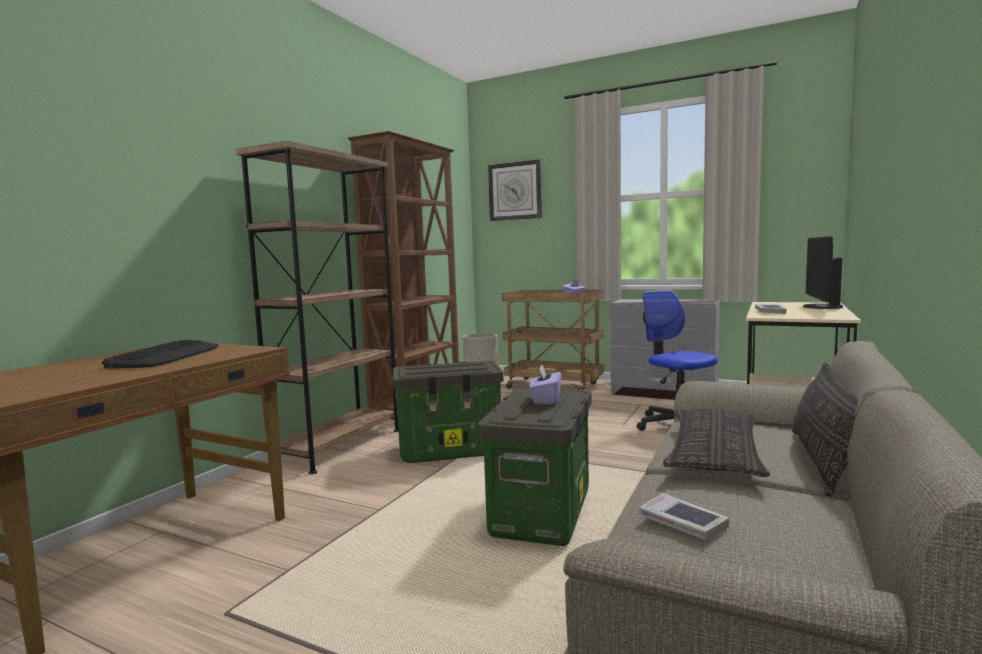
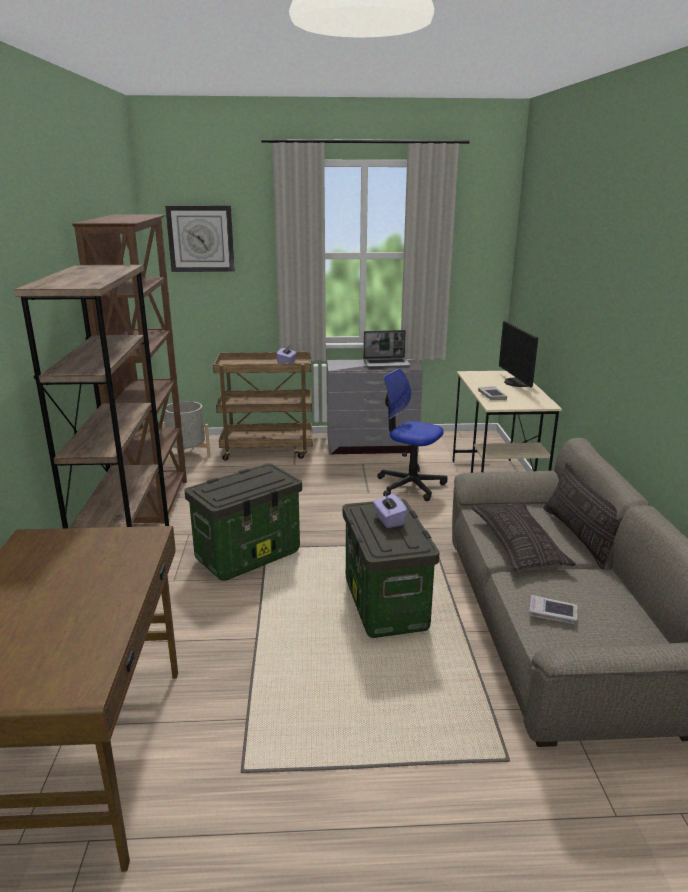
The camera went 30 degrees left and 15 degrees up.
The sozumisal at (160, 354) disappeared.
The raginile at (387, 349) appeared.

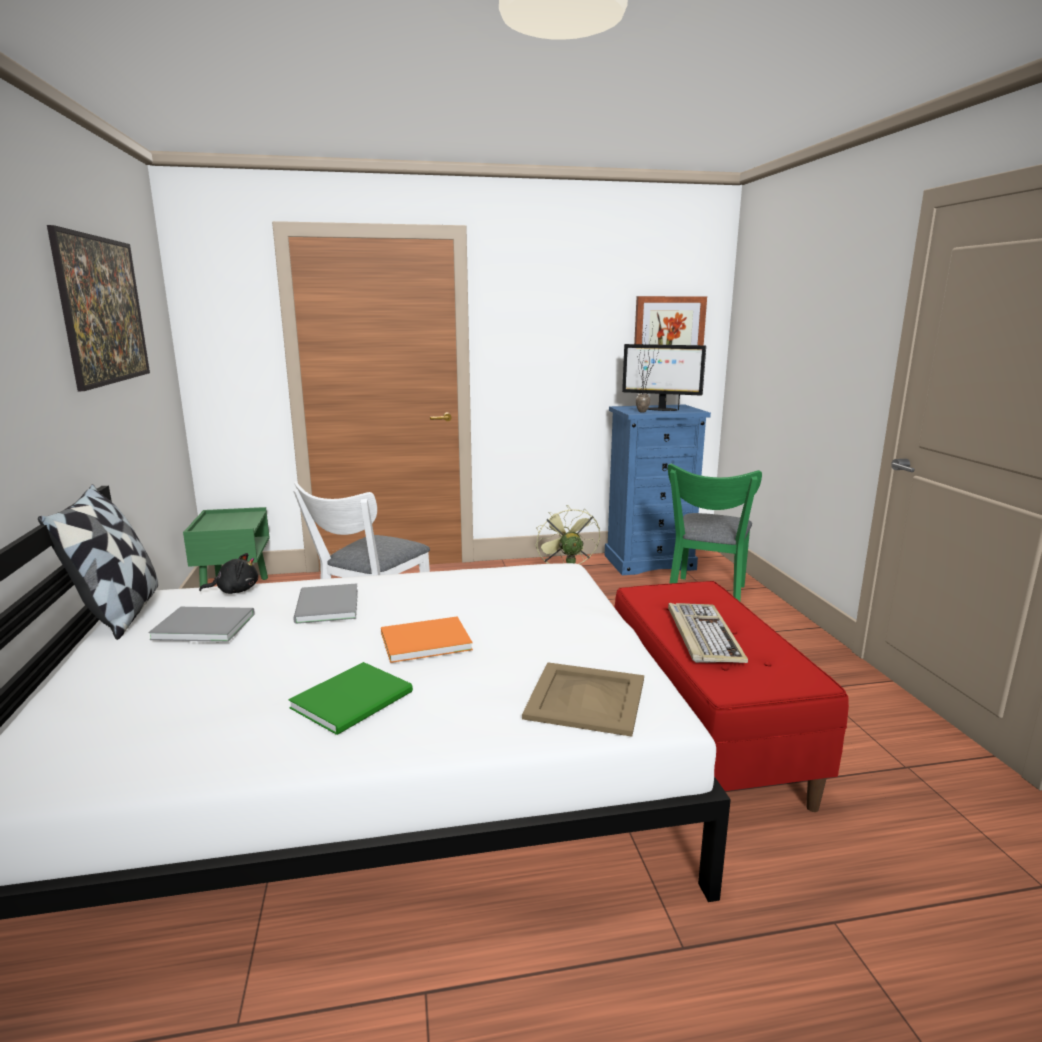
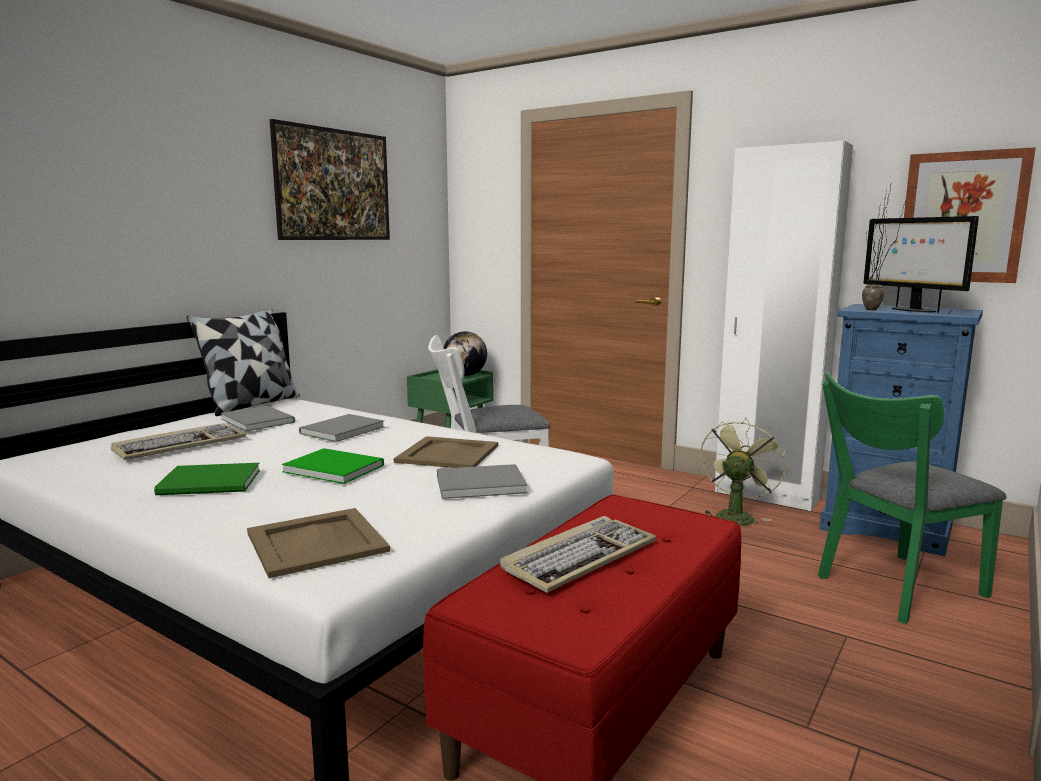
The camera went 45 degrees right and 5 degrees down.
The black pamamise at (228, 573) disappeared.
The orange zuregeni at (427, 639) became the green zuregeni at (333, 466).
The sozumisal at (178, 441) appeared.
The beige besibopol at (446, 452) appeared.
The grey zuregeni at (482, 481) appeared.
The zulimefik at (465, 353) appeared.
The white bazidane at (784, 326) appeared.

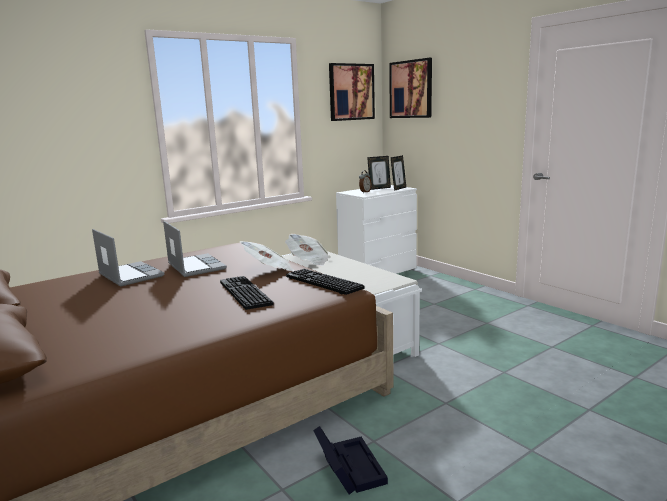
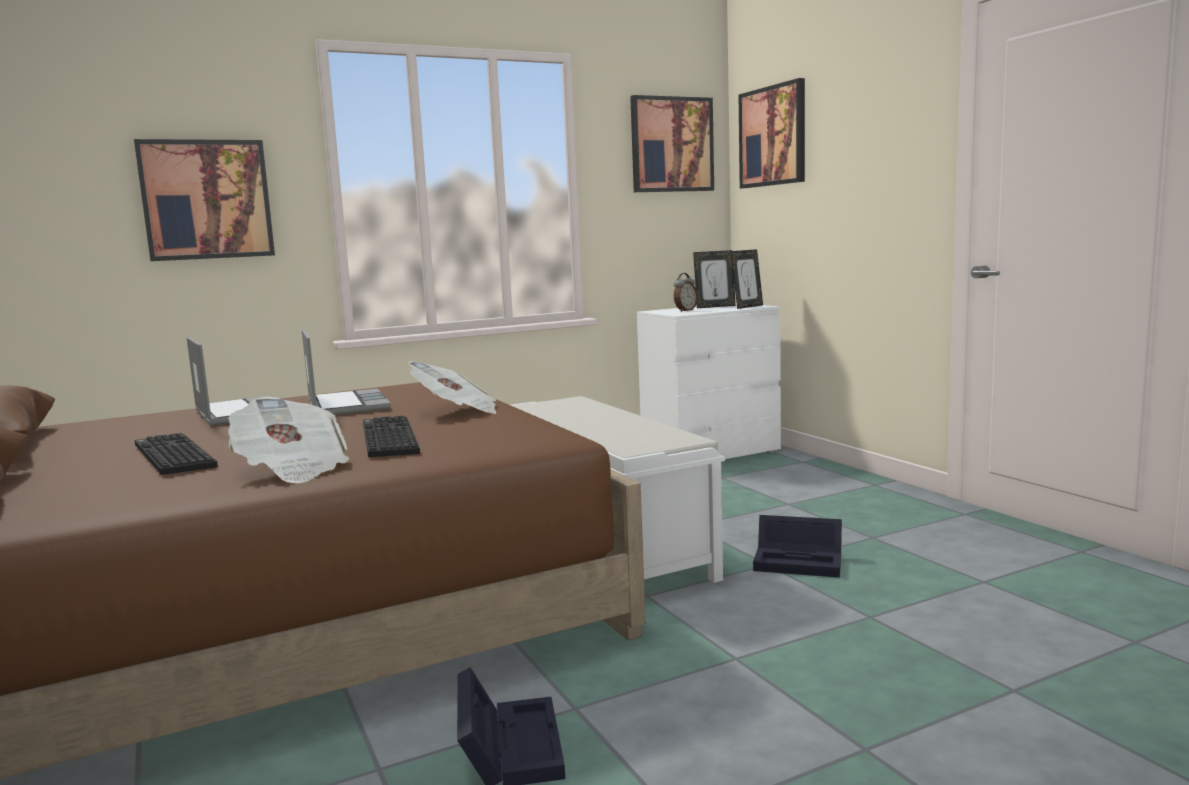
The camera went 10 degrees right and 5 degrees down.
The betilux moved from (308, 250) to (288, 440).
The sozumisal moved from (325, 282) to (176, 454).
The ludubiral at (204, 200) appeared.
The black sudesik at (797, 546) appeared.

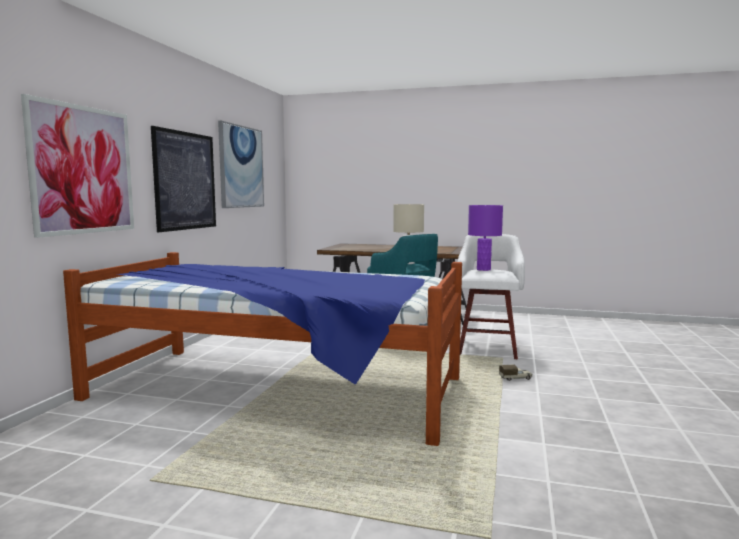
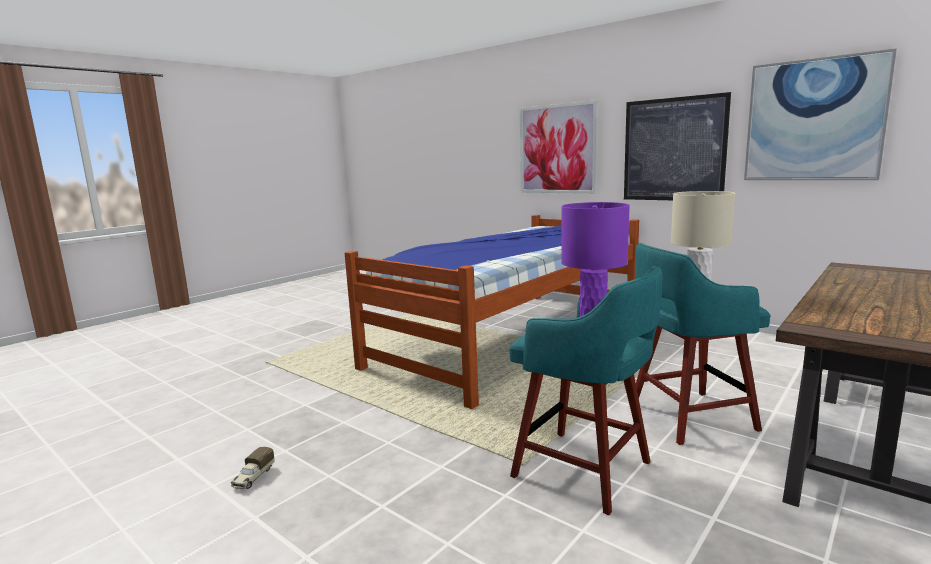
The camera went 115 degrees right and 5 degrees up.
The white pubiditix at (491, 296) became the turquoise pubiditix at (586, 390).
The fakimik moved from (515, 373) to (253, 468).

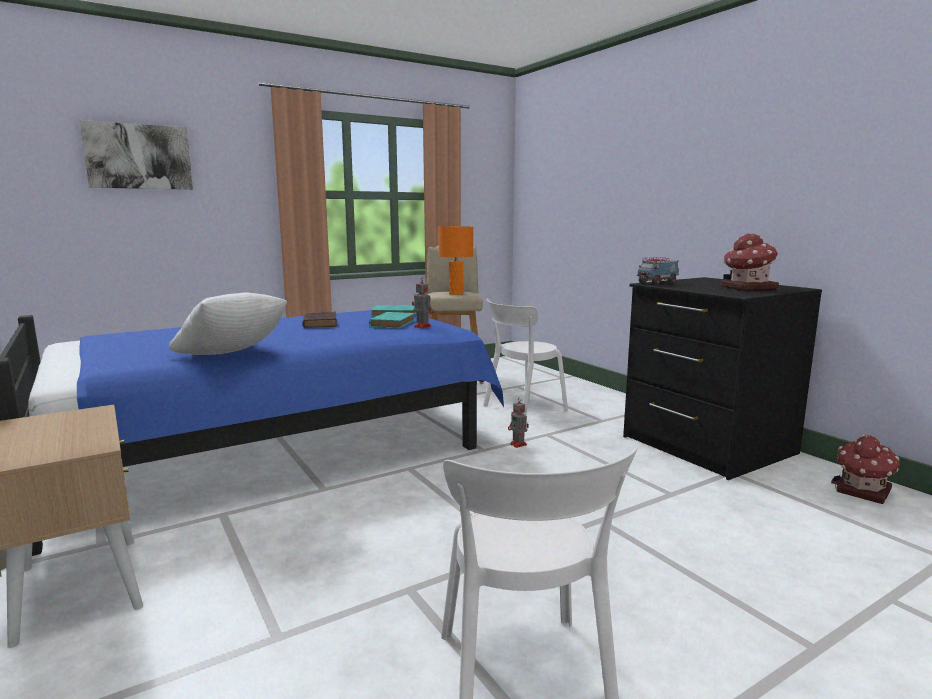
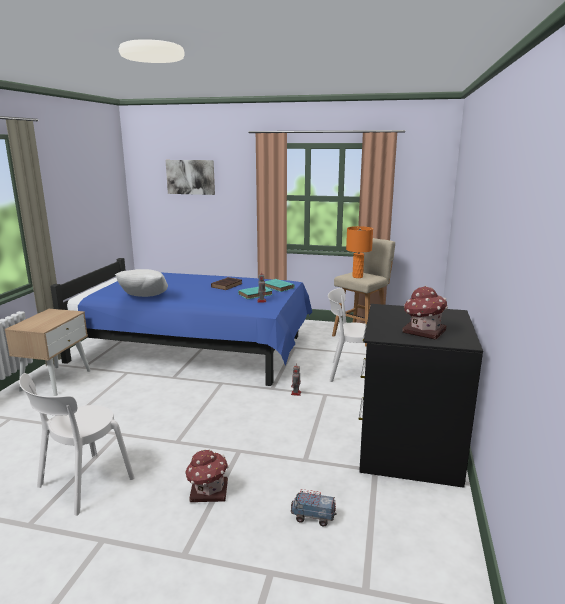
The camera went 45 degrees right and 5 degrees up.
The fakimik moved from (658, 271) to (313, 508).
The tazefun moved from (865, 469) to (207, 475).

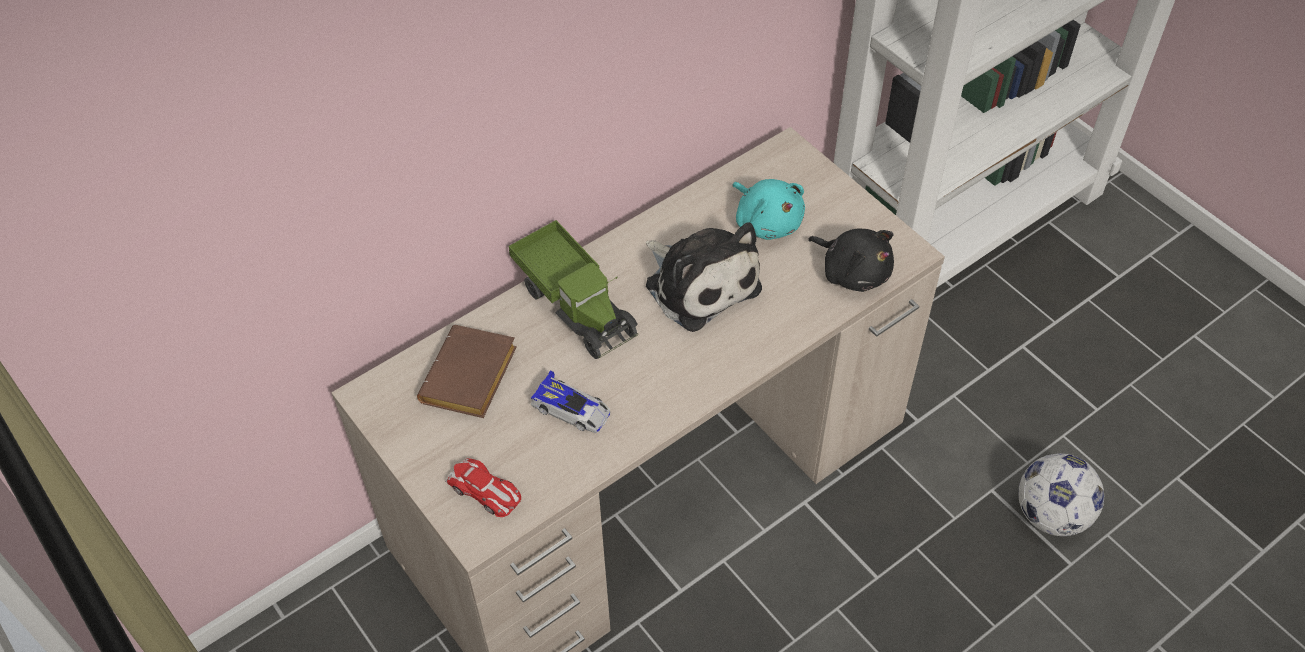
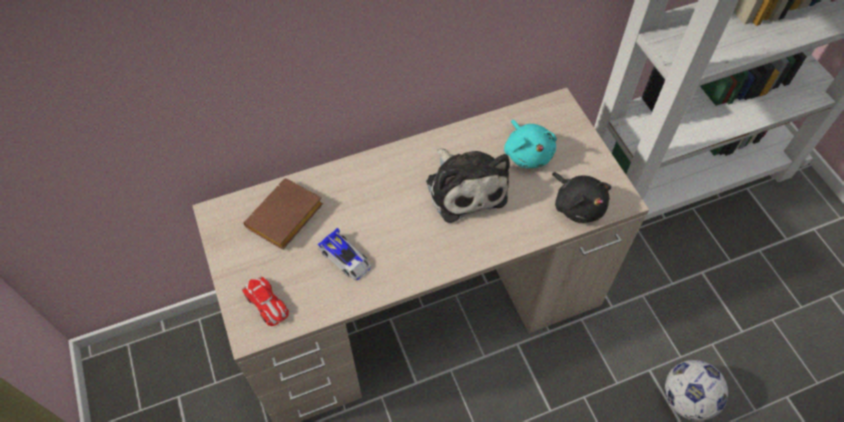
The camera went 15 degrees right and 5 degrees up.
The fakimik at (573, 289) disappeared.

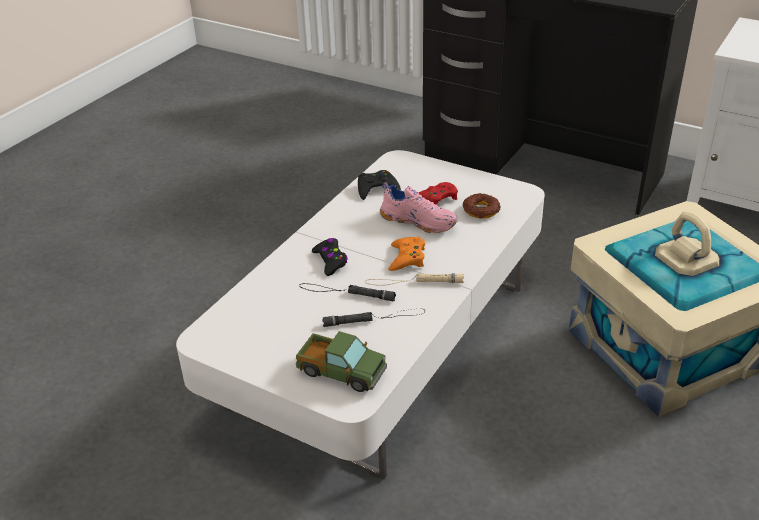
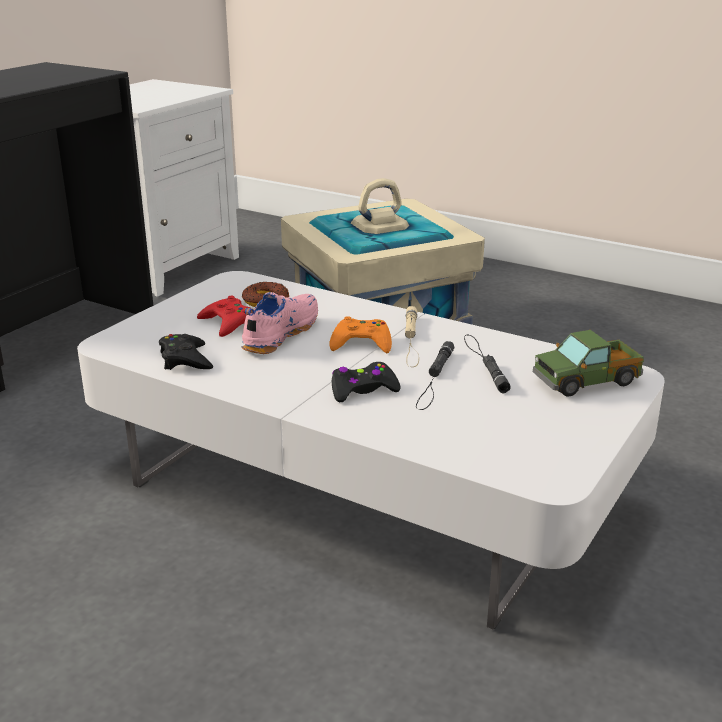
The camera went 90 degrees left and 10 degrees down.
The fakimik at (341, 361) turned 135 degrees counterclockwise.

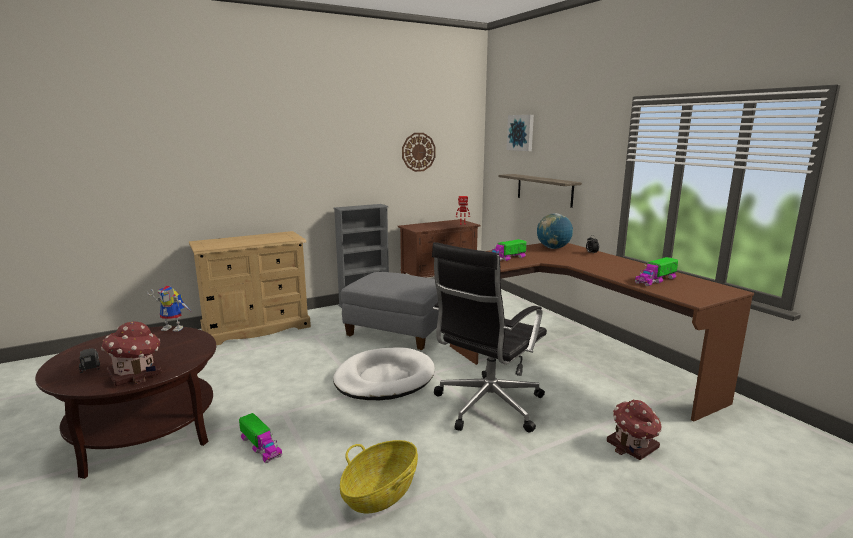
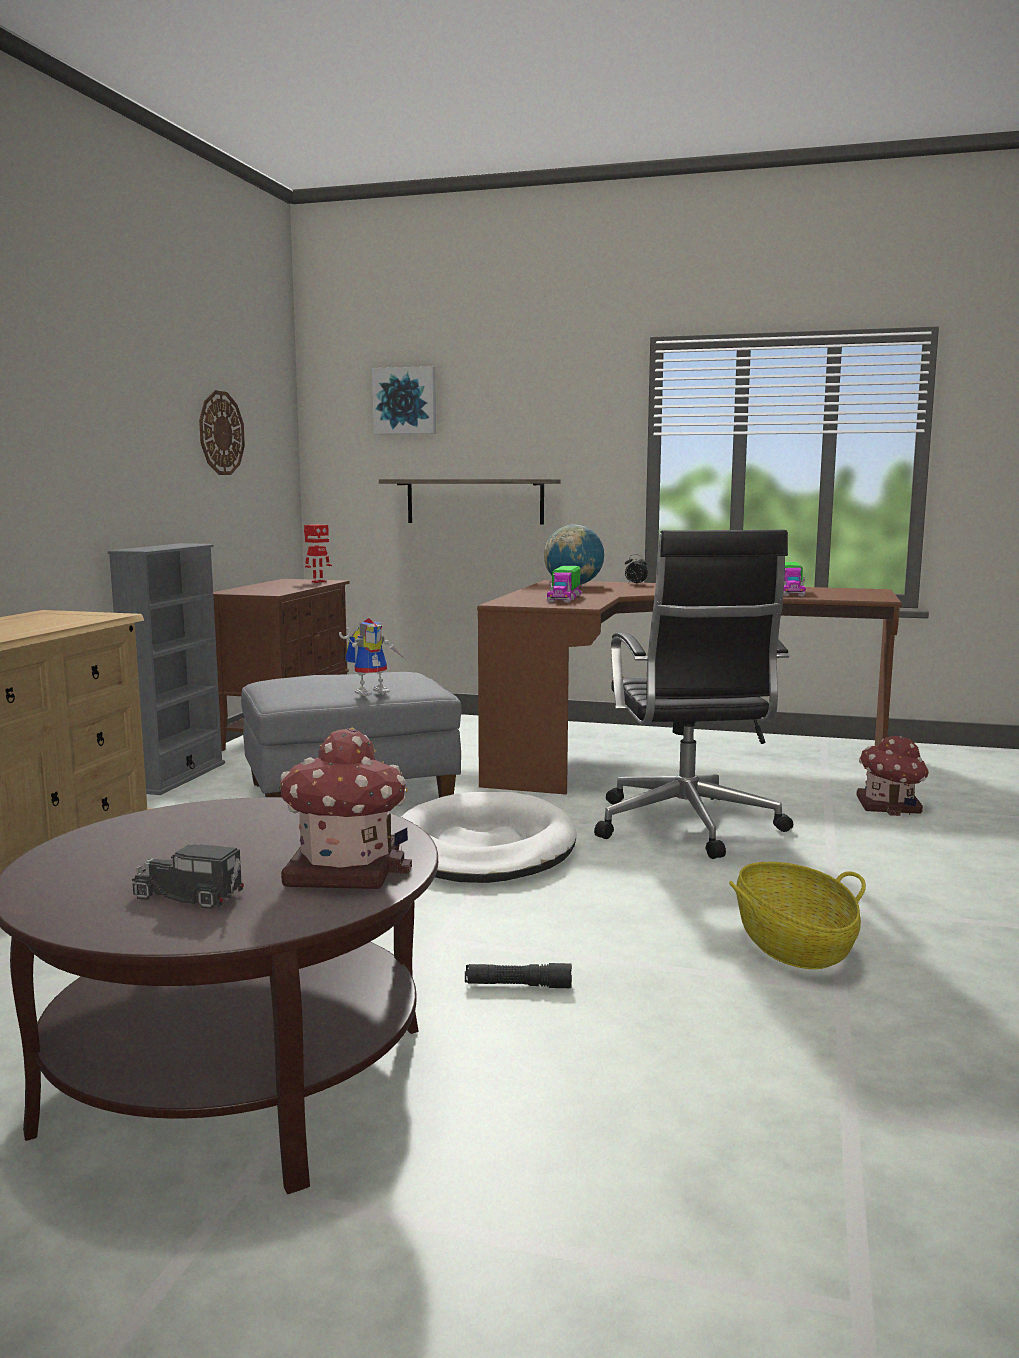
The camera went 45 degrees left and 5 degrees down.
The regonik moved from (170, 309) to (372, 657).
The fakimik at (260, 438) was replaced by the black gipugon at (518, 975).

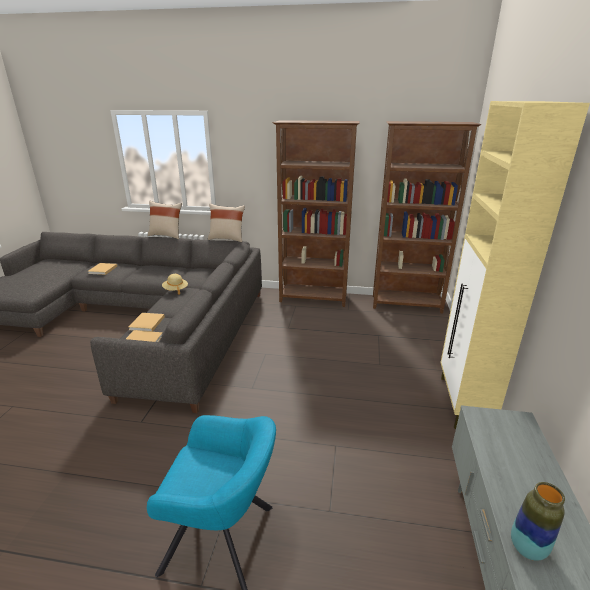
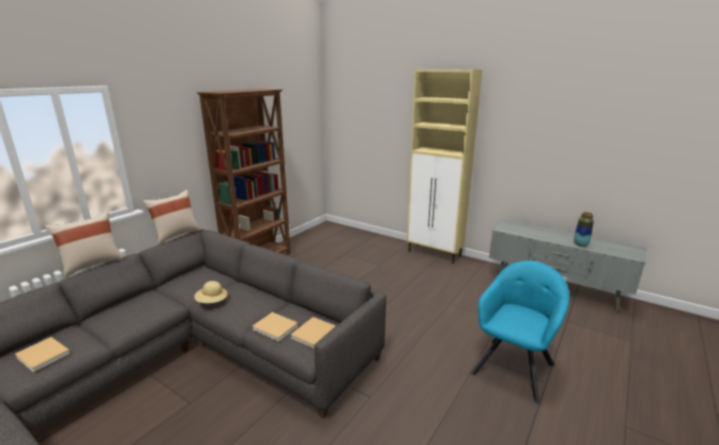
The camera went 65 degrees left and 5 degrees down.
The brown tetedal at (427, 217) disappeared.

